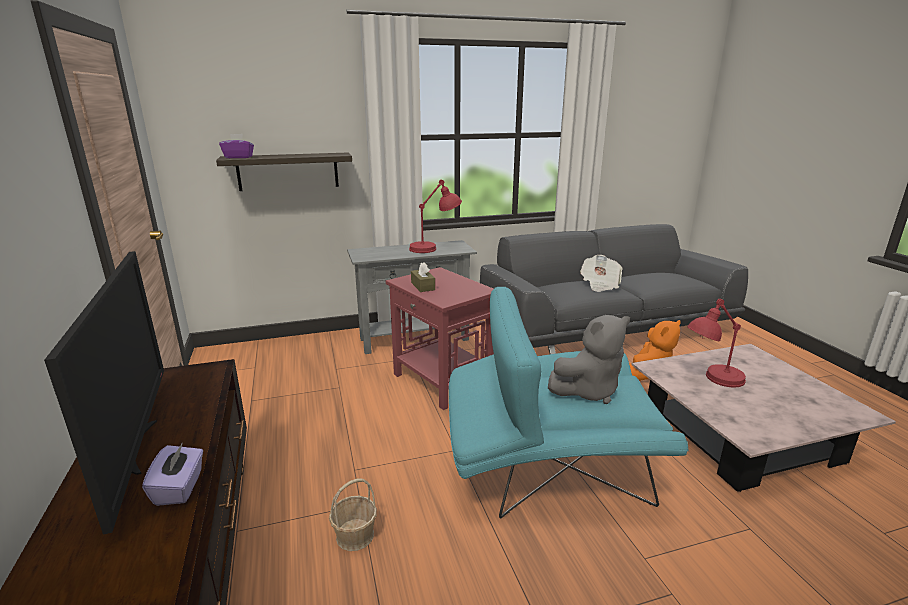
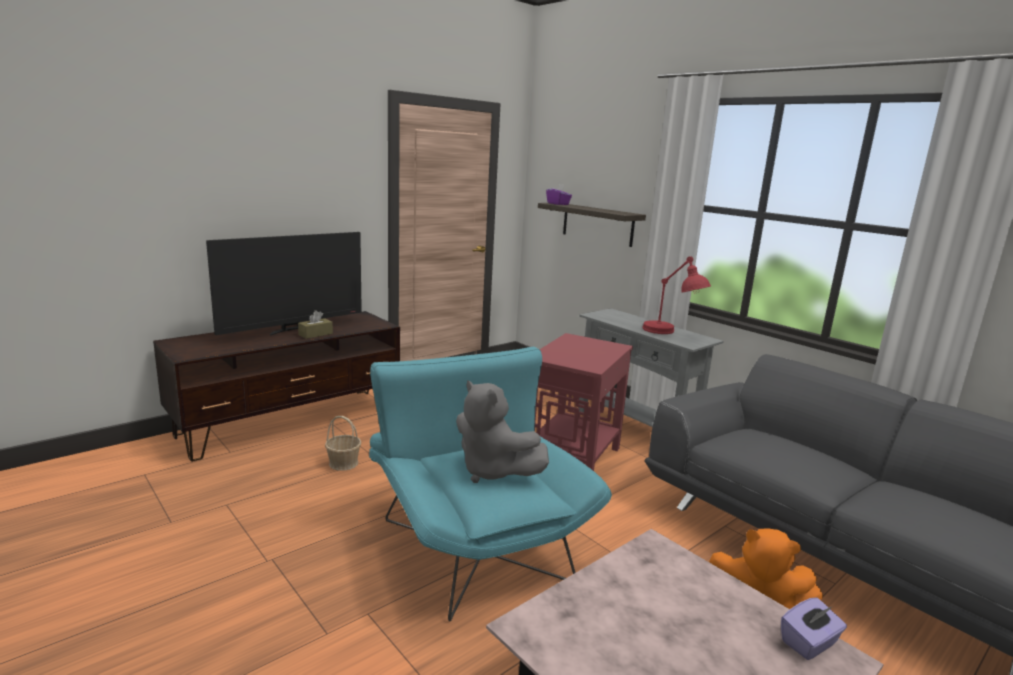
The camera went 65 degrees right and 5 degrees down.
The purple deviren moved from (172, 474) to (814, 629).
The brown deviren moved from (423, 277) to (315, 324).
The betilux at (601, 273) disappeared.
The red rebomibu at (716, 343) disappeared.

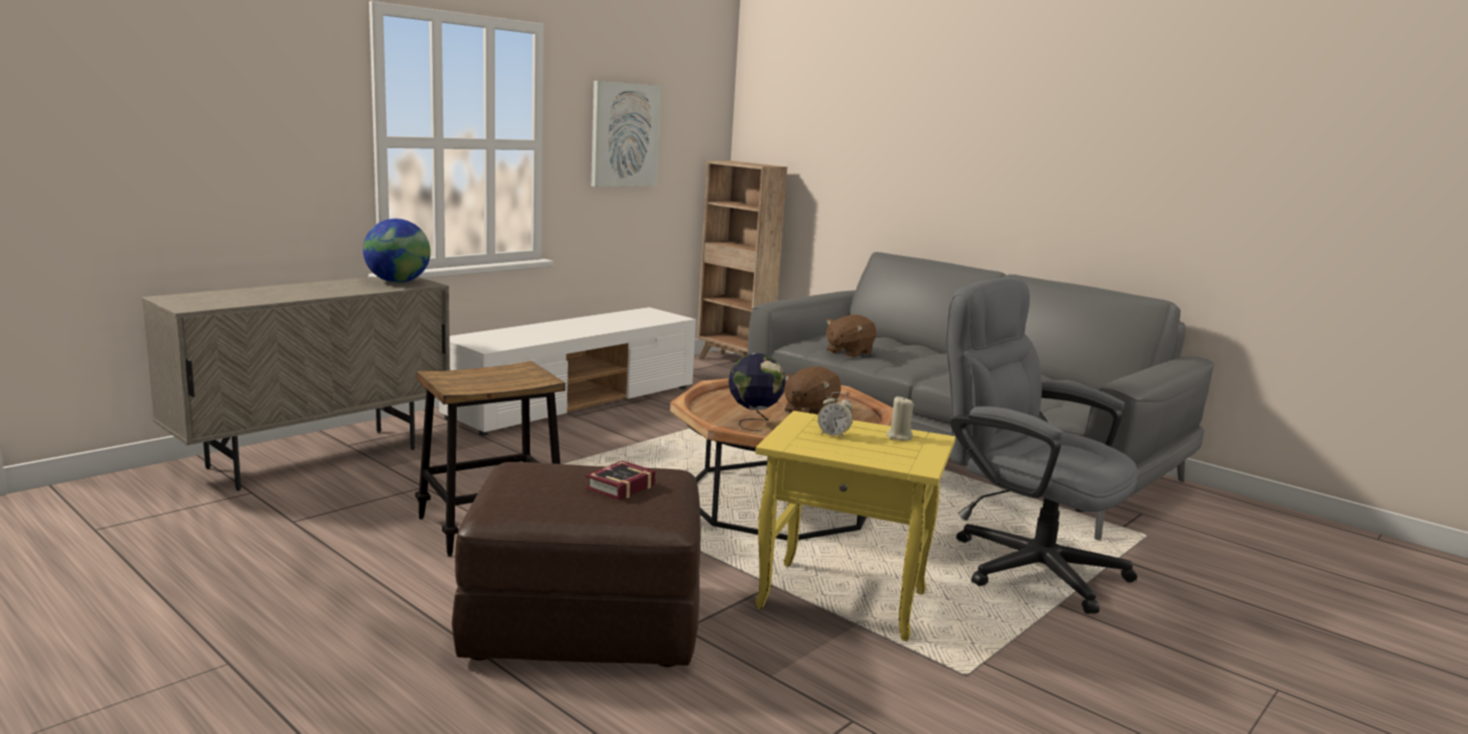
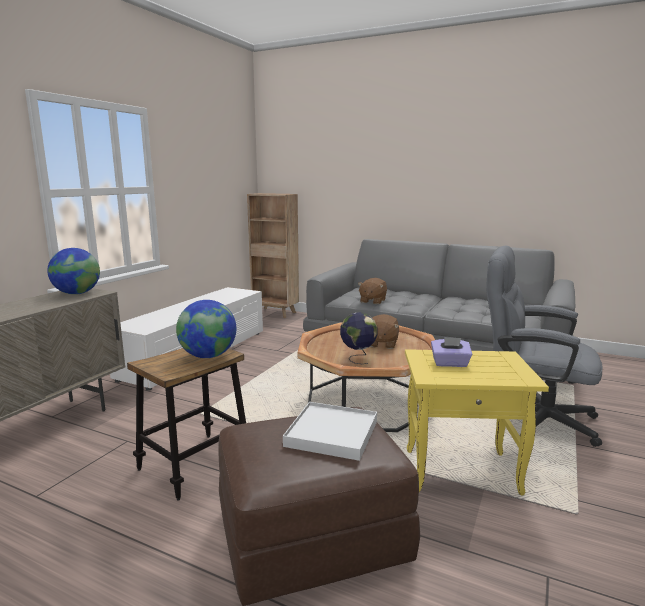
The camera went 15 degrees left and 0 degrees up.
The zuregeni at (620, 480) was replaced by the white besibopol at (330, 431).
The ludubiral at (626, 134) disappeared.
The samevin at (835, 415) was replaced by the purple deviren at (451, 352).
The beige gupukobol at (900, 419) disappeared.
The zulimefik at (206, 329) appeared.

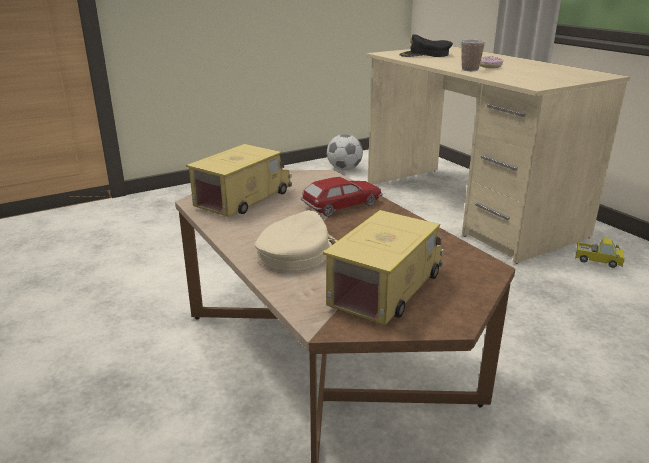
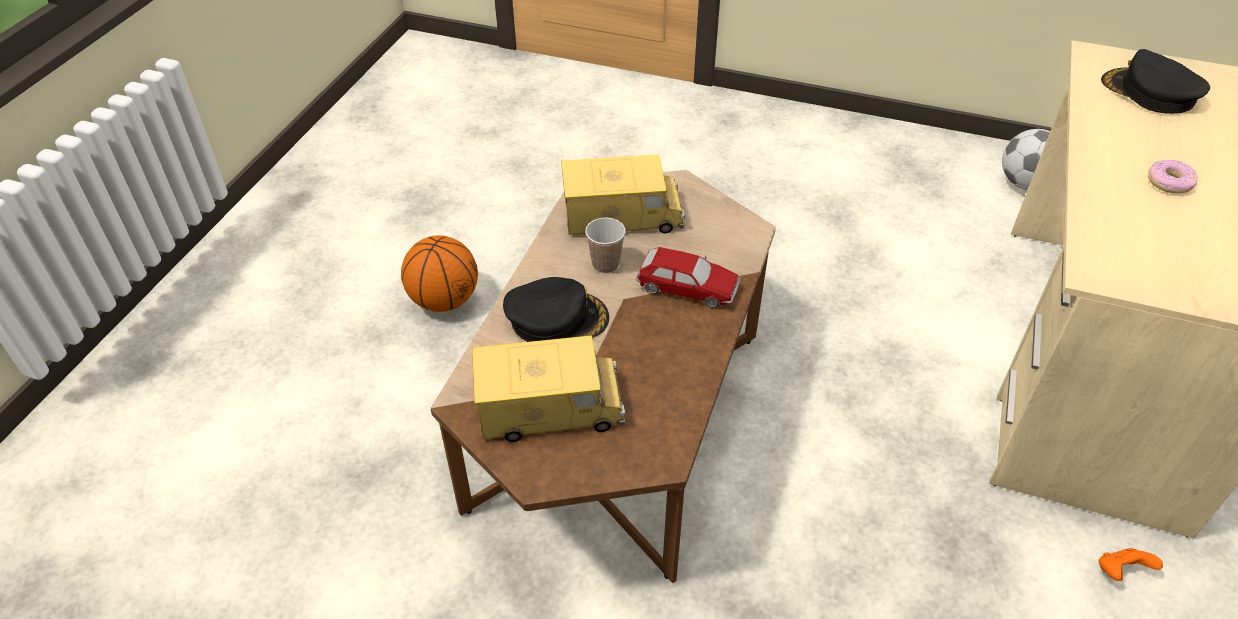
The camera went 50 degrees right and 20 degrees up.
The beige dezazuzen at (296, 241) became the black dezazuzen at (556, 309).
The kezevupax moved from (473, 55) to (605, 245).
The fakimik at (600, 253) was replaced by the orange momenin at (1131, 564).
The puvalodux at (439, 273) appeared.

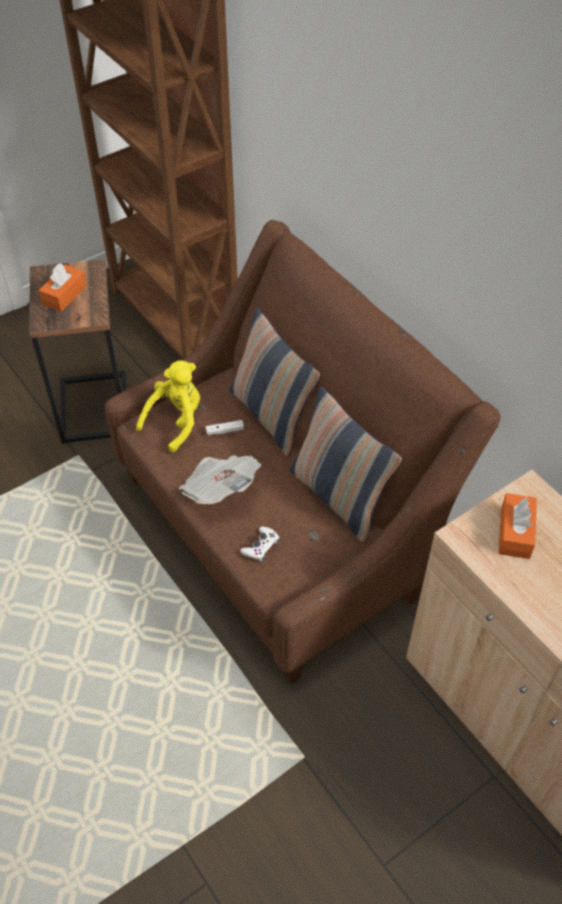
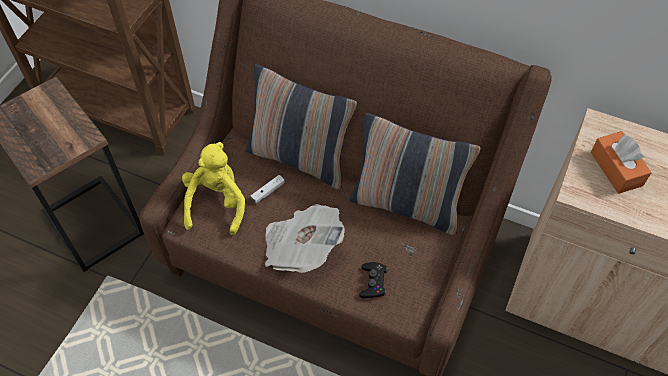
The camera went 30 degrees left and 5 degrees up.
The orange deviren at (63, 287) disappeared.
The white momenin at (260, 544) became the black momenin at (373, 280).

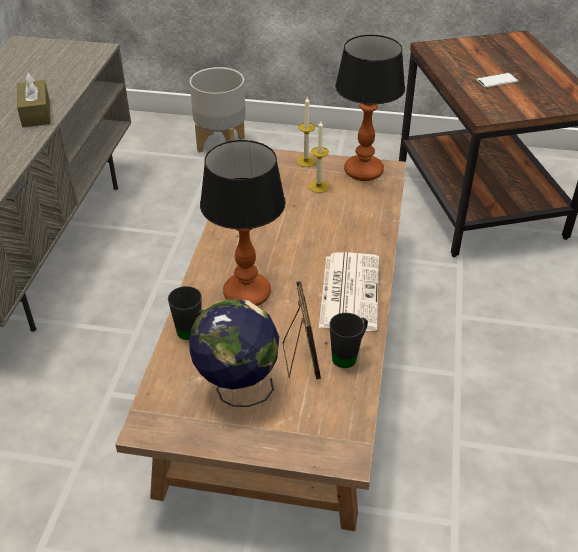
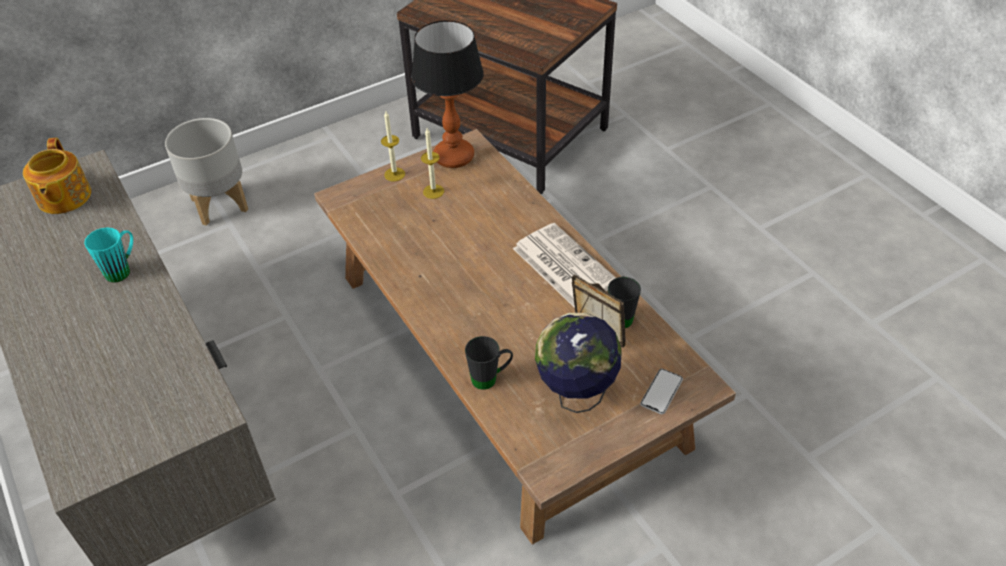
The camera went 40 degrees left and 5 degrees up.
The brown deviren at (33, 99) was replaced by the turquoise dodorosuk at (108, 255).
The rebomibu at (243, 223) disappeared.
The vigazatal moved from (497, 80) to (661, 391).
The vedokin at (57, 176) appeared.

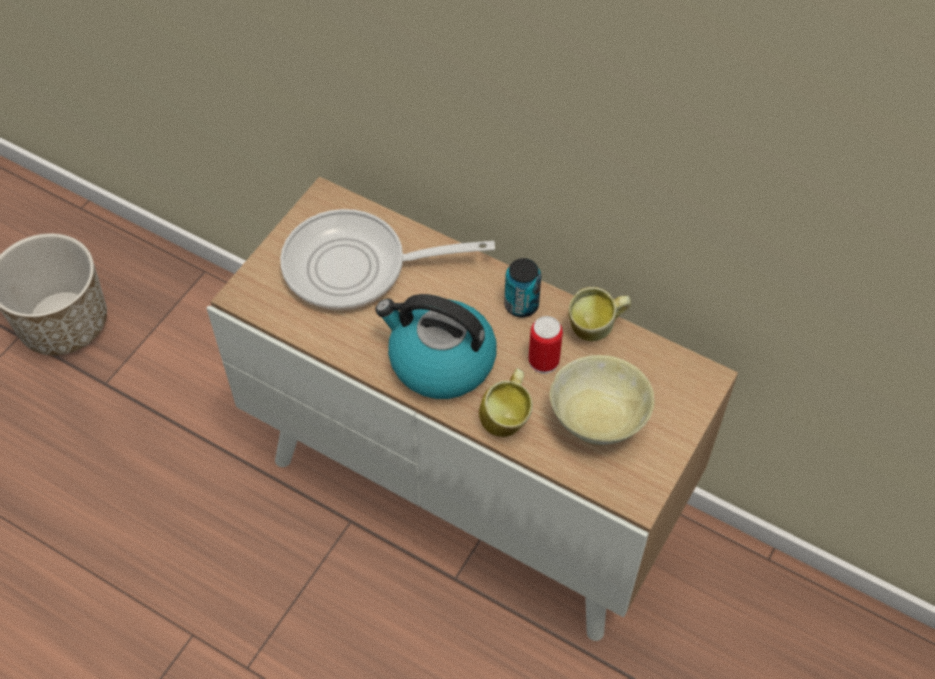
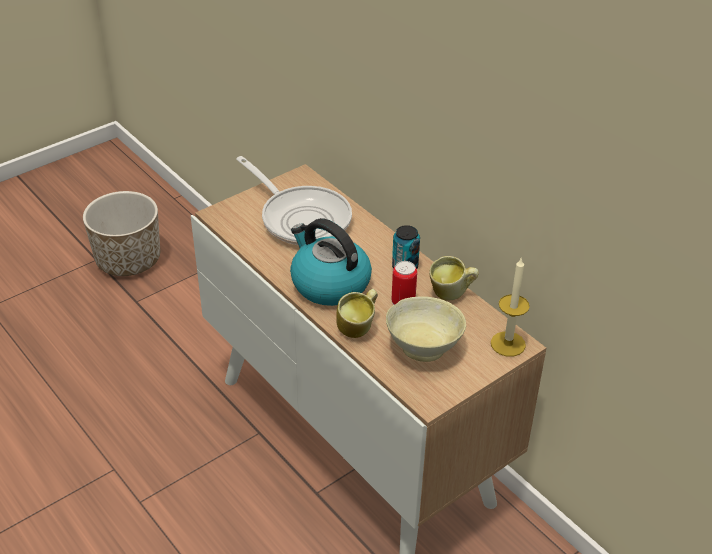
The camera went 20 degrees right and 15 degrees down.
The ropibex at (387, 259) turned 150 degrees counterclockwise.
The gupukobol at (510, 307) appeared.

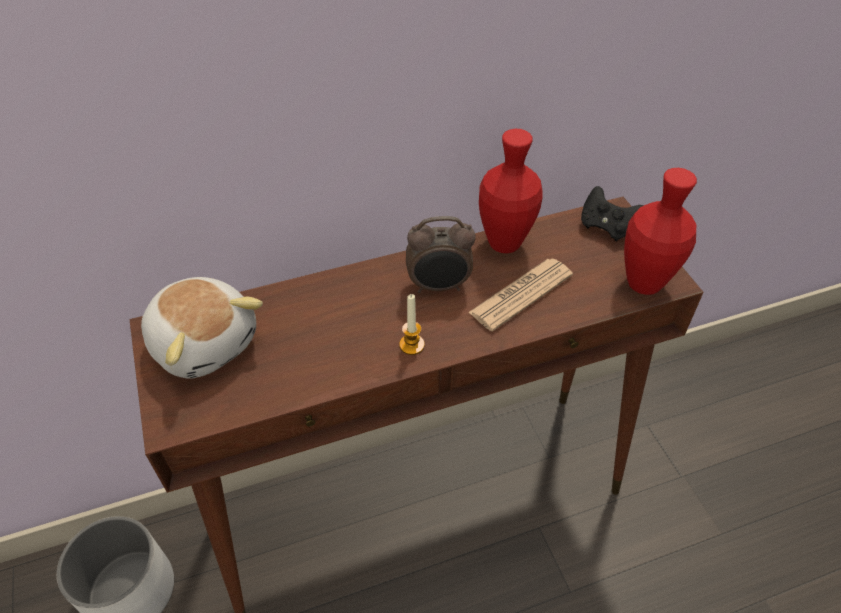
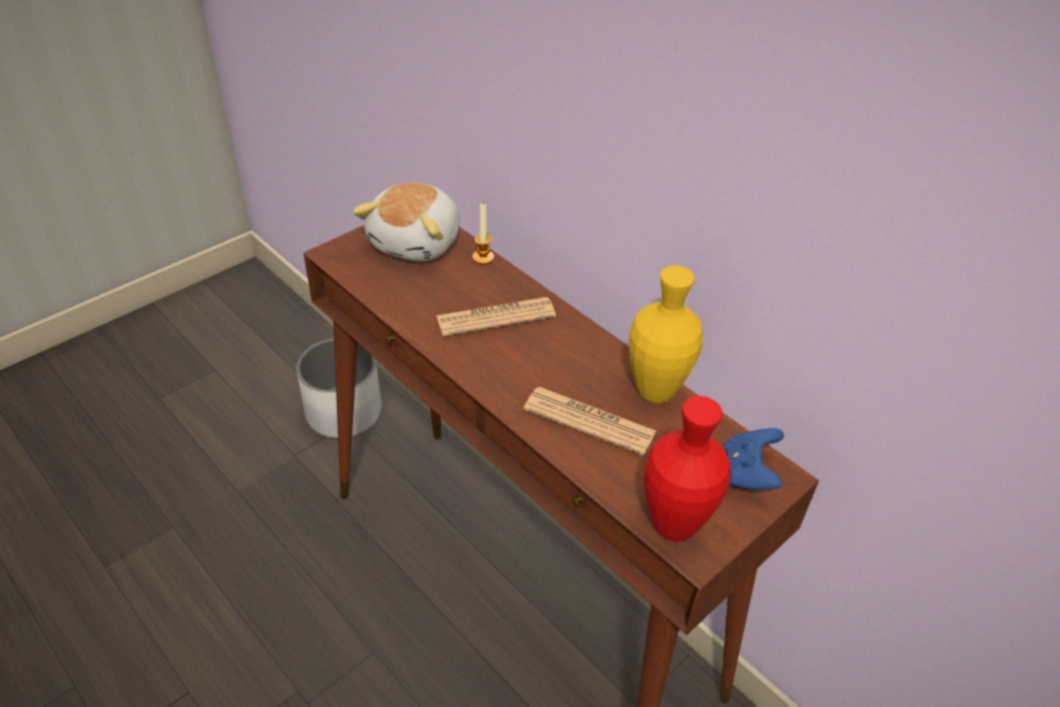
The camera went 65 degrees right and 5 degrees down.
The gupukobol moved from (412, 324) to (483, 234).
The samevin at (441, 254) disappeared.
The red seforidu at (511, 191) became the yellow seforidu at (666, 334).
The black momenin at (612, 213) became the blue momenin at (754, 459).
The betilux at (496, 316) appeared.

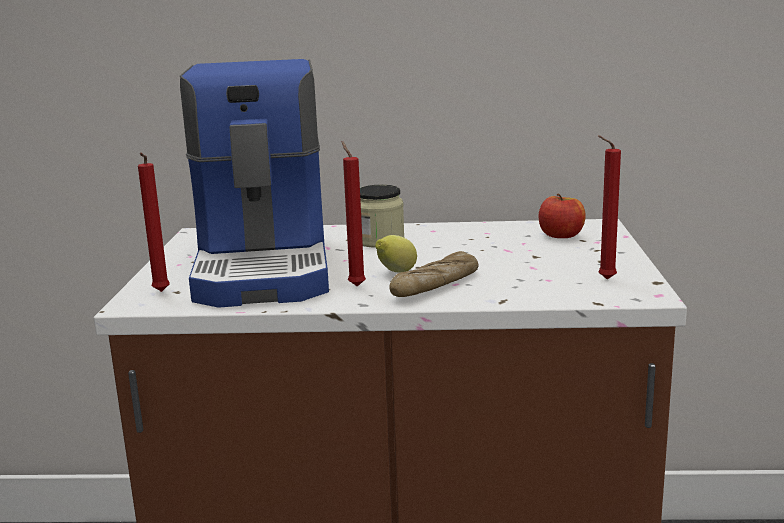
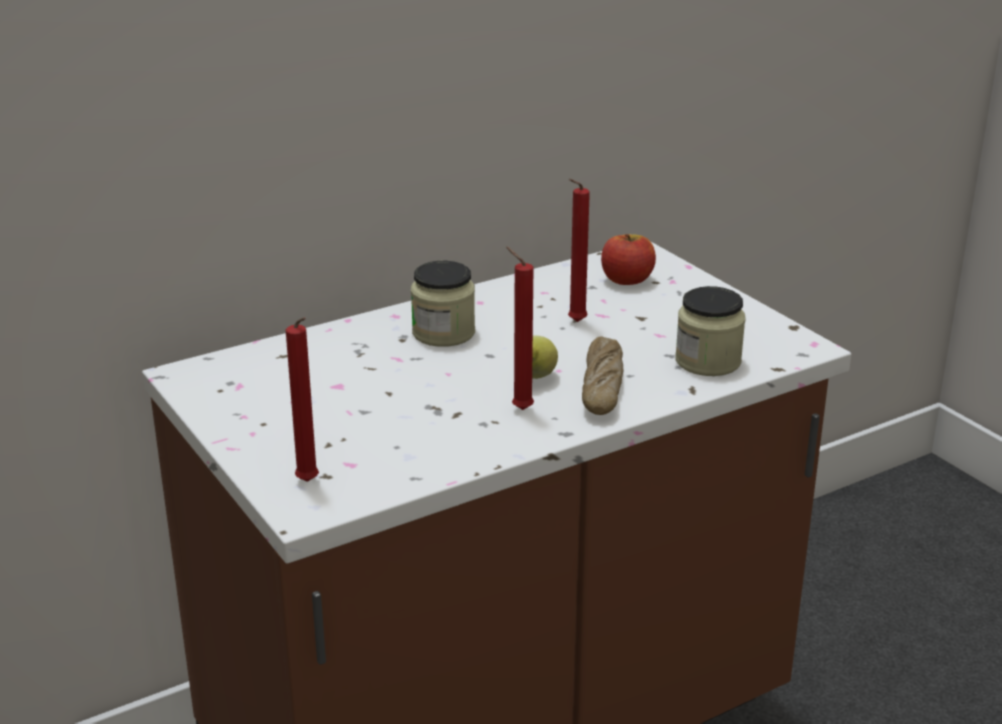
The camera went 35 degrees left and 10 degrees up.
The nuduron at (254, 183) disappeared.
The red gupukobol moved from (609, 207) to (579, 250).
The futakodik at (710, 331) appeared.

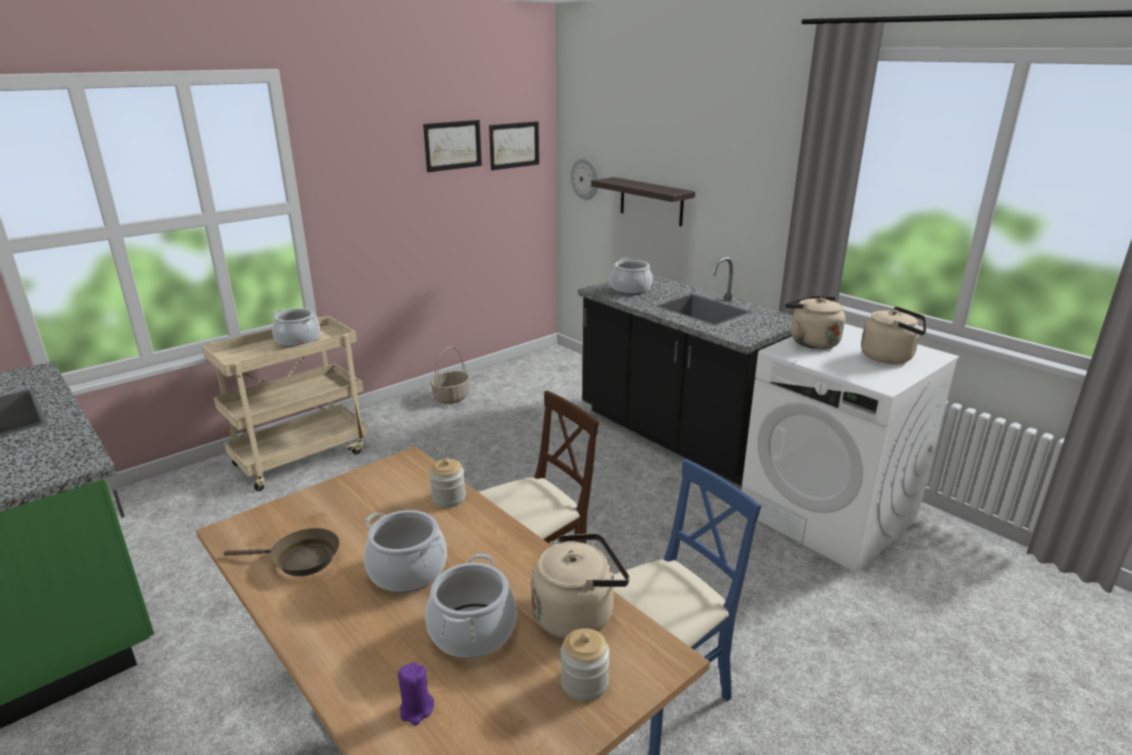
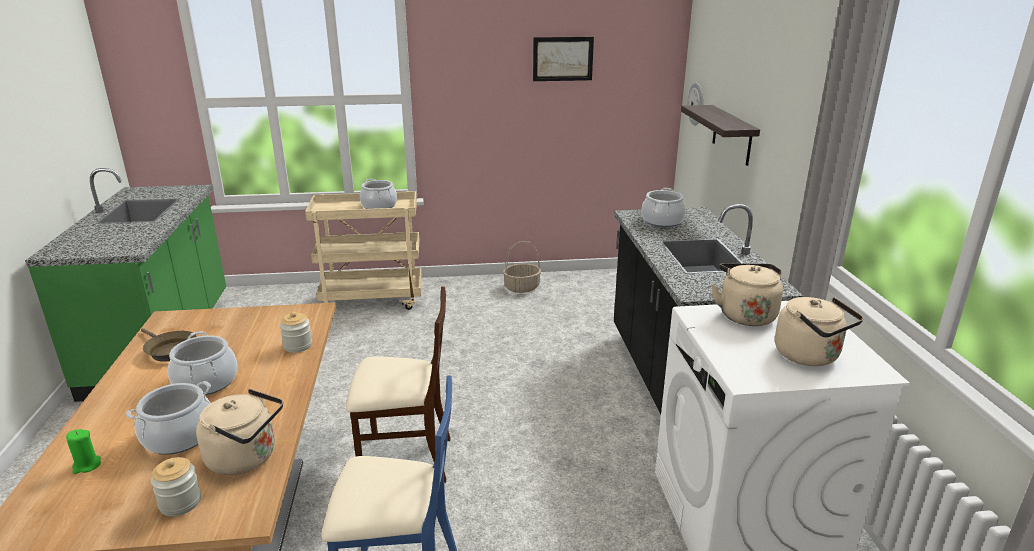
The camera went 35 degrees right and 0 degrees up.
The purple gupukobol at (416, 693) became the green gupukobol at (83, 451).
The ludubiral at (514, 145) disappeared.

